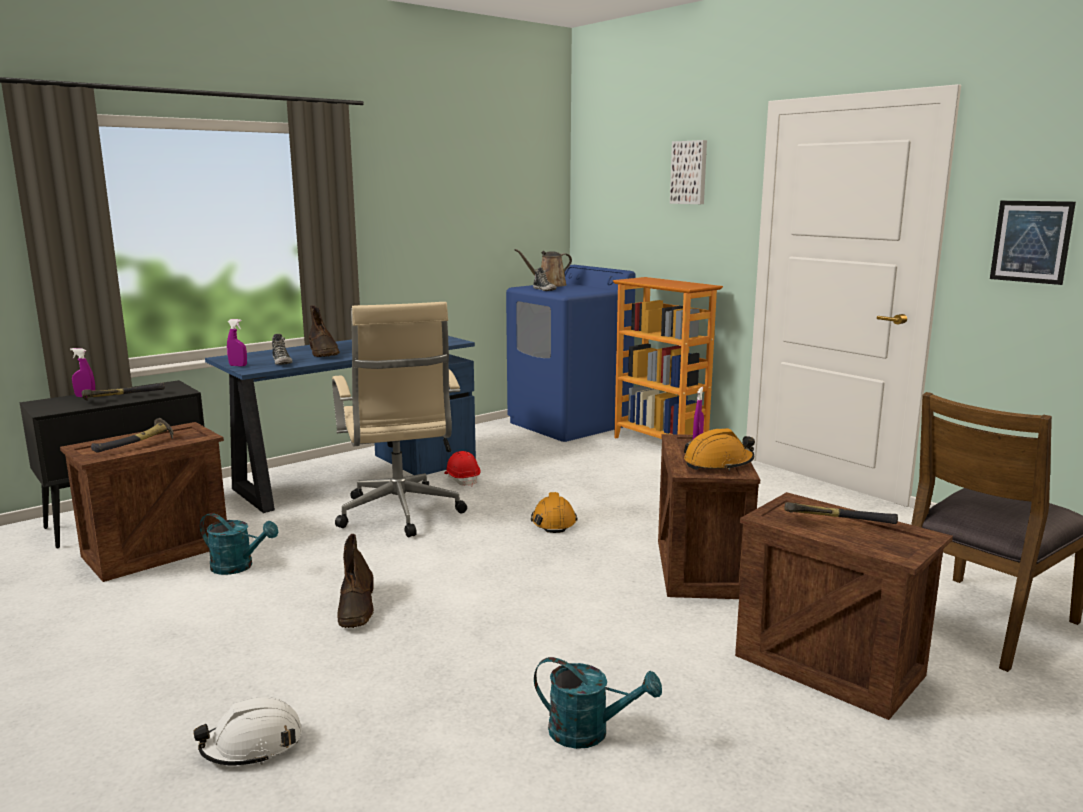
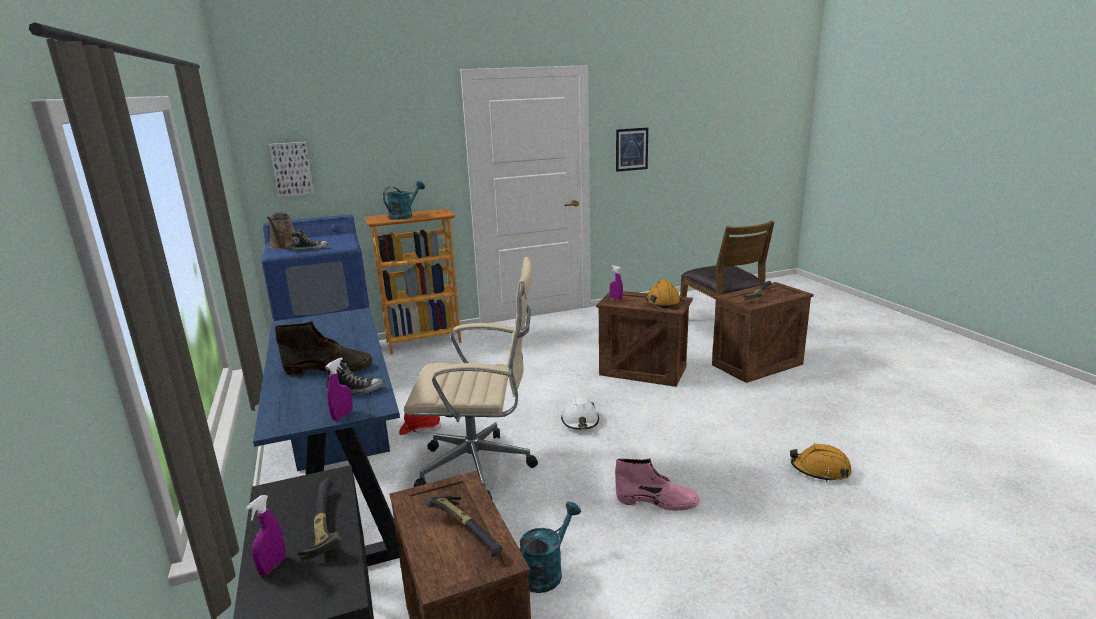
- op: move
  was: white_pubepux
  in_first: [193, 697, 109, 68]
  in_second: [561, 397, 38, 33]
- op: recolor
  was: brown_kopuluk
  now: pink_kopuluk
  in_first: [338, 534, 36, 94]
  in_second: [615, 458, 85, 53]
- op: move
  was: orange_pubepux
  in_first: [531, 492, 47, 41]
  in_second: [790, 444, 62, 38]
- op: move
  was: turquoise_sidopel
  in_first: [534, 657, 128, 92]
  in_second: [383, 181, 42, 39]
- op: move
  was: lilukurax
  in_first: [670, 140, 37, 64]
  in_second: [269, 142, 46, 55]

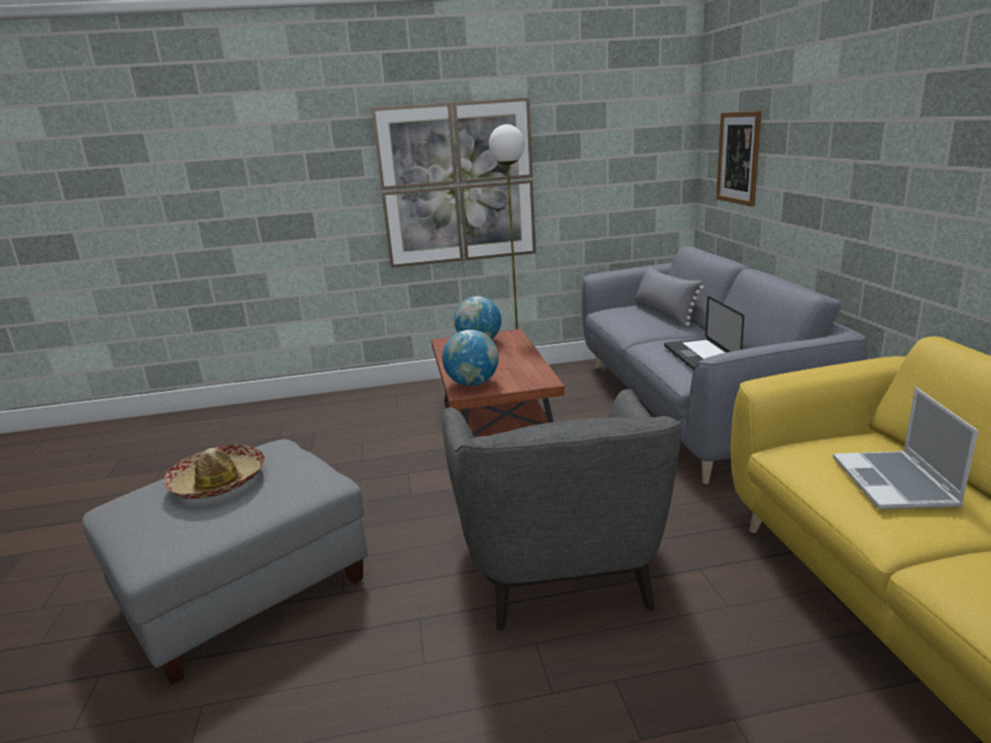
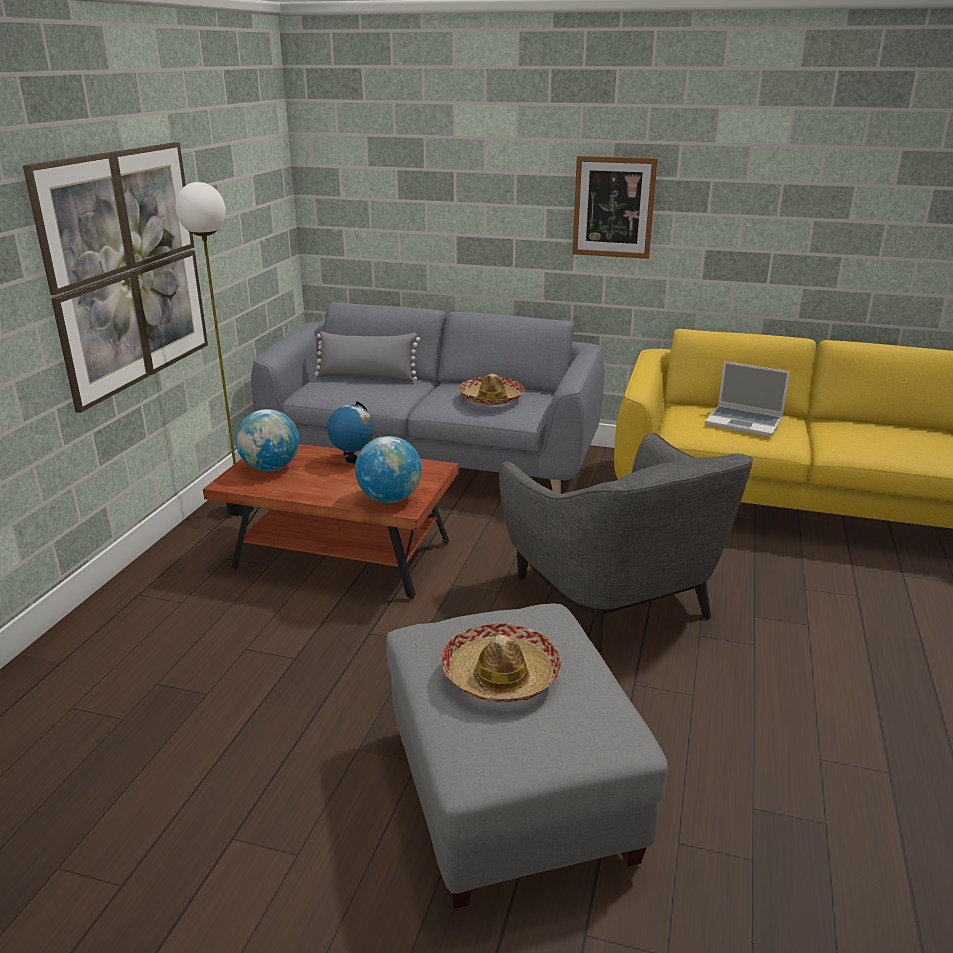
- op: rotate
  was: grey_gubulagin
  in_first: [442, 389, 239, 242]
  in_second: [499, 433, 254, 219]
  clockwise: 45
- op: replace
  was: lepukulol
  now: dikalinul
  in_first: [664, 296, 80, 74]
  in_second: [459, 374, 66, 31]
- op: move
  was: lilukurax
  in_first: [716, 111, 46, 96]
  in_second: [572, 156, 86, 103]
- op: insert
  now: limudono
  in_second: [327, 401, 48, 62]

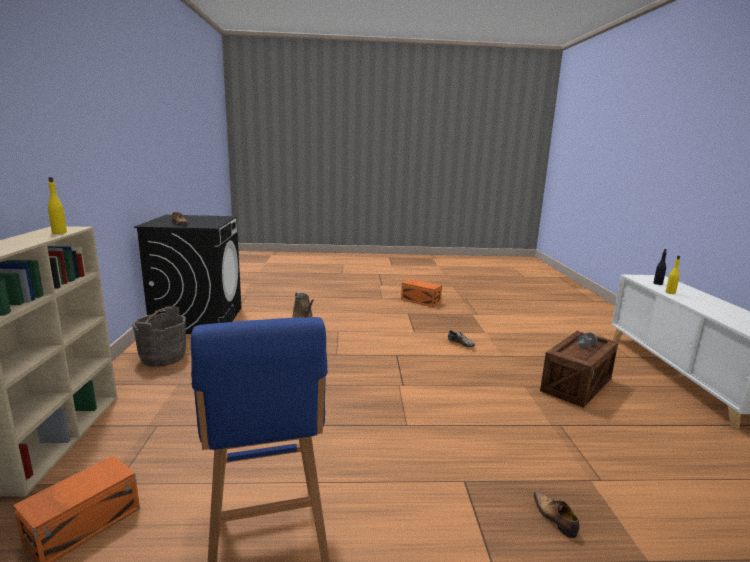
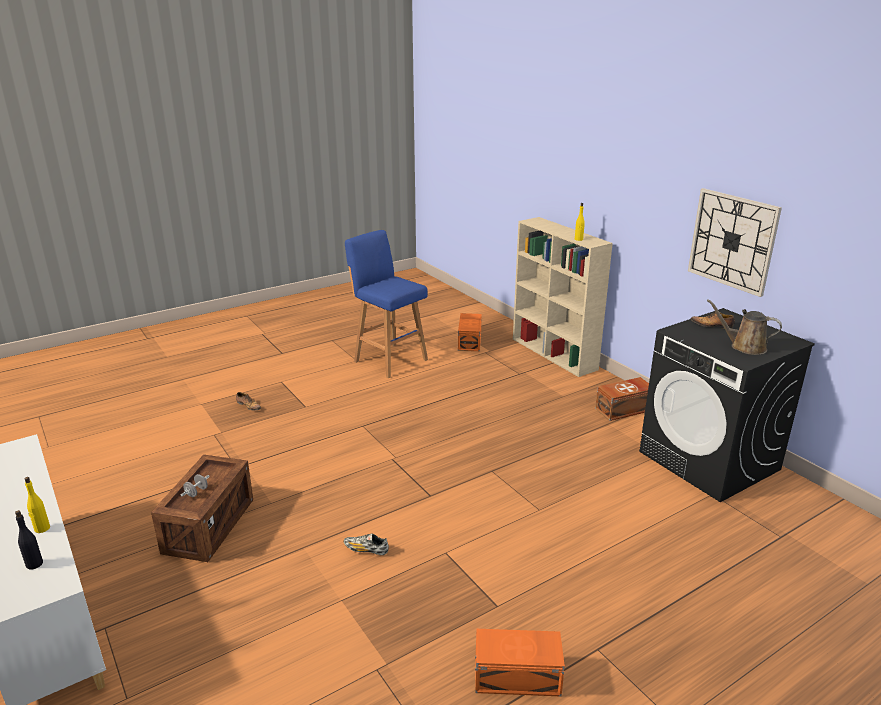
- op: replace
  was: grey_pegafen
  now: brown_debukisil
  in_first: [132, 306, 54, 61]
  in_second: [595, 377, 54, 44]
- op: move
  was: brown_sidopel
  in_first: [292, 292, 22, 26]
  in_second: [707, 300, 75, 55]
- op: insert
  now: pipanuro
  in_second: [688, 188, 94, 109]

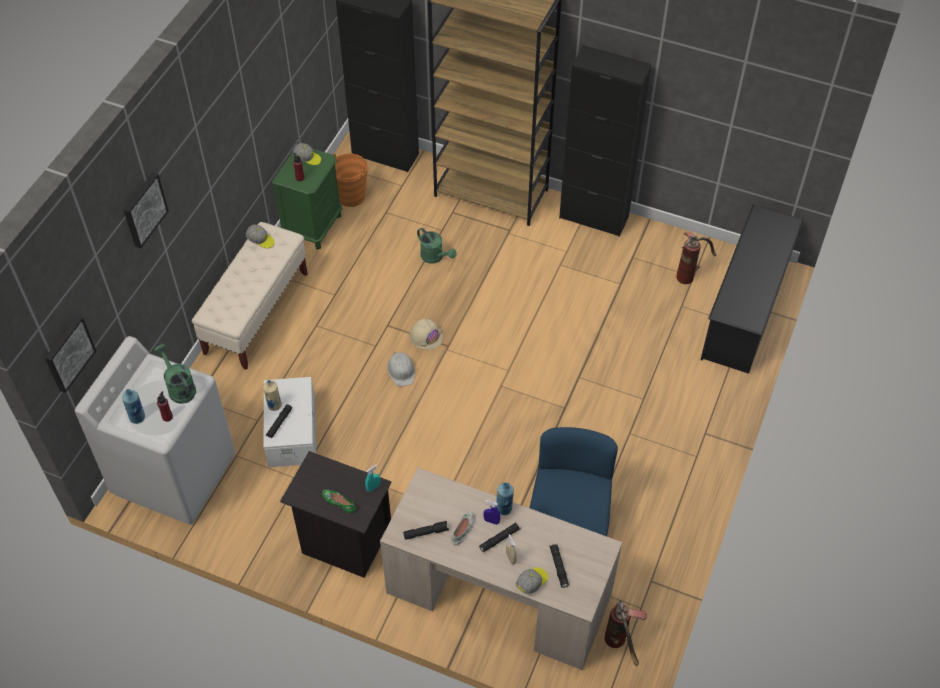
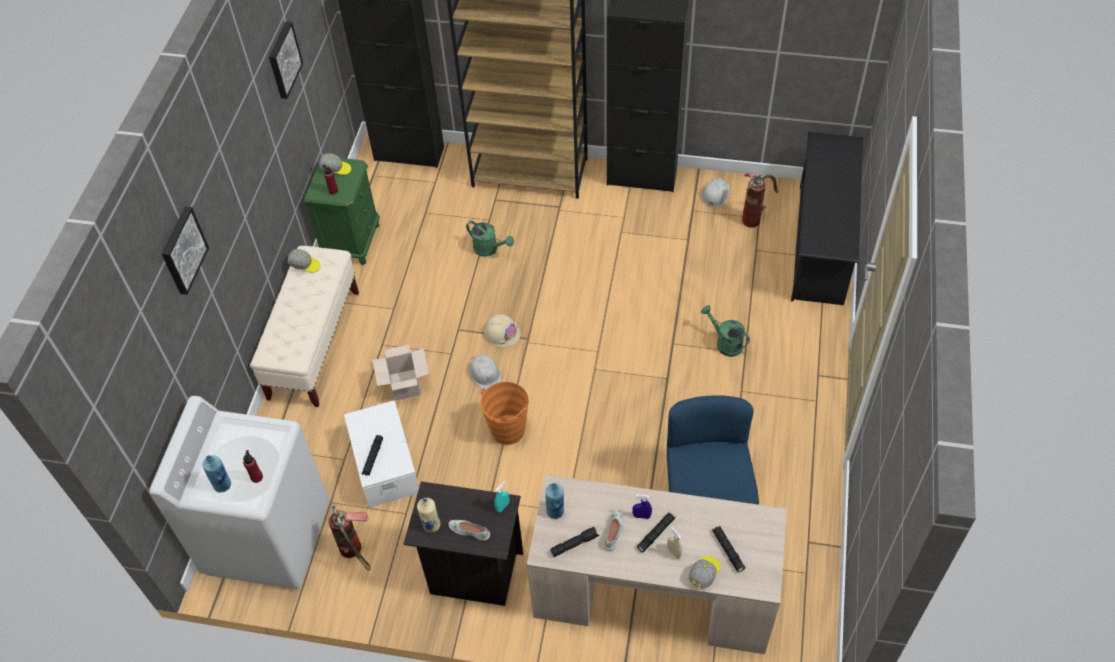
- op: move
  was: lilukurax
  in_first: [45, 315, 51, 78]
  in_second: [269, 21, 34, 78]
- op: move
  was: green_sidopel
  in_first: [154, 344, 42, 60]
  in_second: [701, 305, 49, 52]
- op: move
  was: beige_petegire
  in_first: [263, 380, 19, 31]
  in_second: [417, 498, 24, 35]
- op: recolor
  was: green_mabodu
  now: white_mabodu
  in_first: [322, 490, 34, 23]
  in_second: [448, 520, 42, 21]
- op: move
  was: orange_pegafen
  in_first: [333, 153, 35, 54]
  in_second: [480, 382, 49, 63]
- op: move
  was: blue_petegire
  in_first: [496, 482, 18, 33]
  in_second: [545, 483, 19, 36]
- op: move
  was: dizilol
  in_first: [604, 600, 43, 66]
  in_second: [329, 506, 42, 65]
- op: insert
  now: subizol
  in_second: [372, 345, 57, 56]
- op: insert
  now: white_pubepux
  in_second: [702, 178, 28, 30]

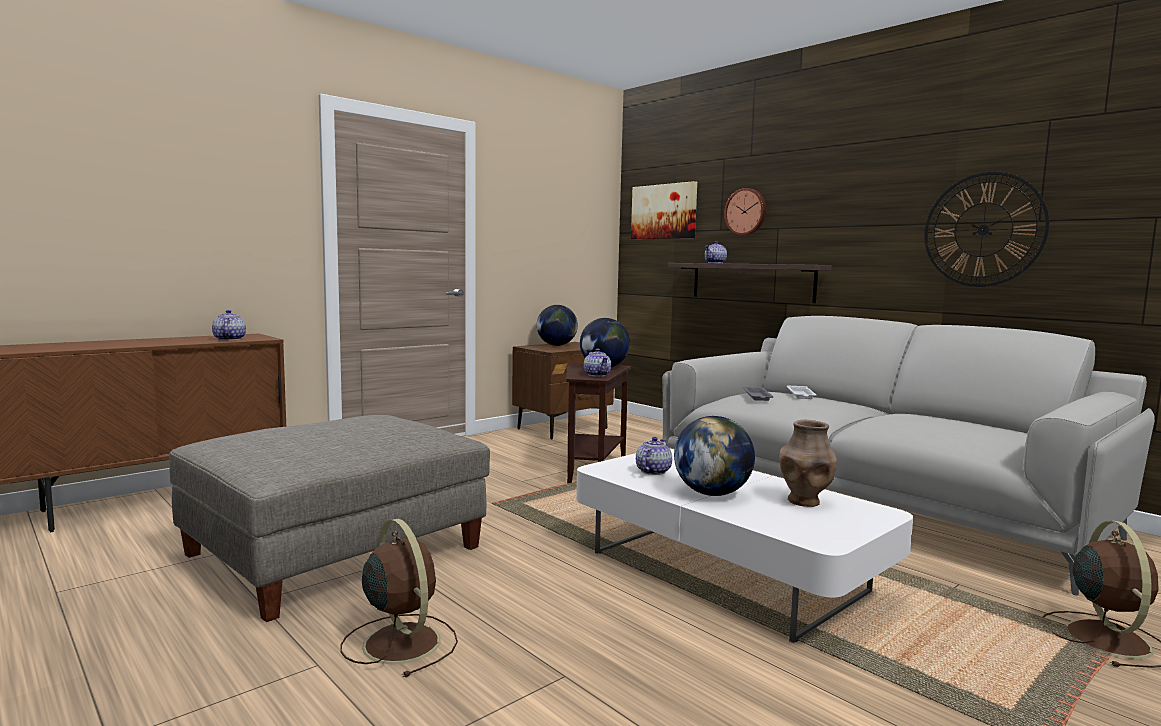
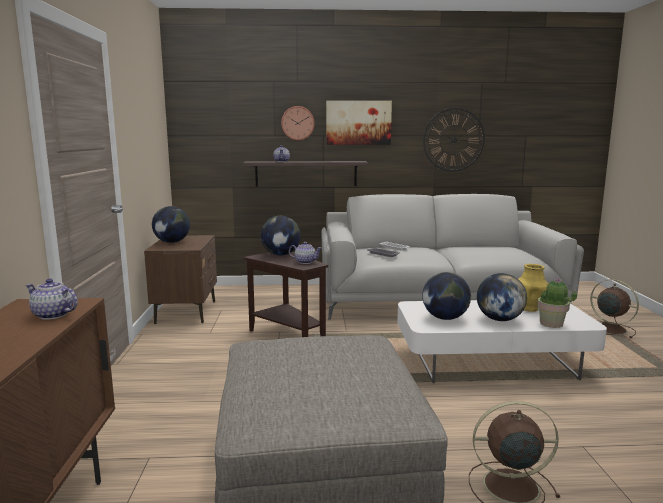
- op: move
  was: lilukurax
  in_first: [631, 181, 66, 58]
  in_second: [326, 101, 66, 44]
- op: replace
  was: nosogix
  now: limudono
  in_first: [636, 437, 36, 38]
  in_second: [422, 272, 49, 48]
- op: recolor
  was: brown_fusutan
  now: yellow_fusutan
  in_first: [779, 420, 58, 87]
  in_second: [518, 264, 30, 48]
- op: insert
  now: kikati
  in_second: [537, 278, 40, 50]

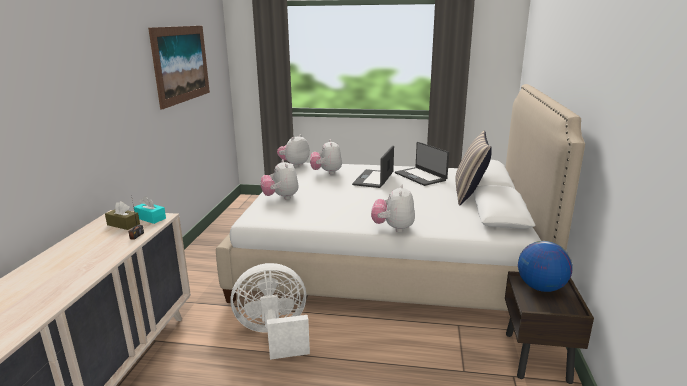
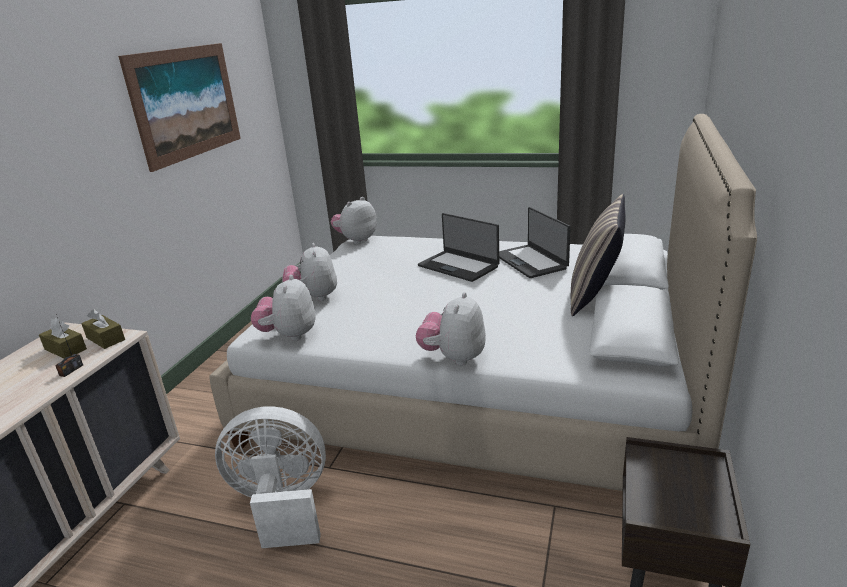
- op: recolor
  was: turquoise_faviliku
  now: brown_faviliku
  in_first: [134, 196, 32, 28]
  in_second: [81, 309, 44, 40]
- op: move
  was: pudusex
  in_first: [310, 139, 32, 35]
  in_second: [251, 275, 64, 66]
- op: rotate
  was: lepukulol
  in_first: [352, 146, 42, 42]
  in_second: [418, 213, 81, 69]
  clockwise: -75
- op: delete
  was: limudono
  in_first: [518, 241, 55, 51]

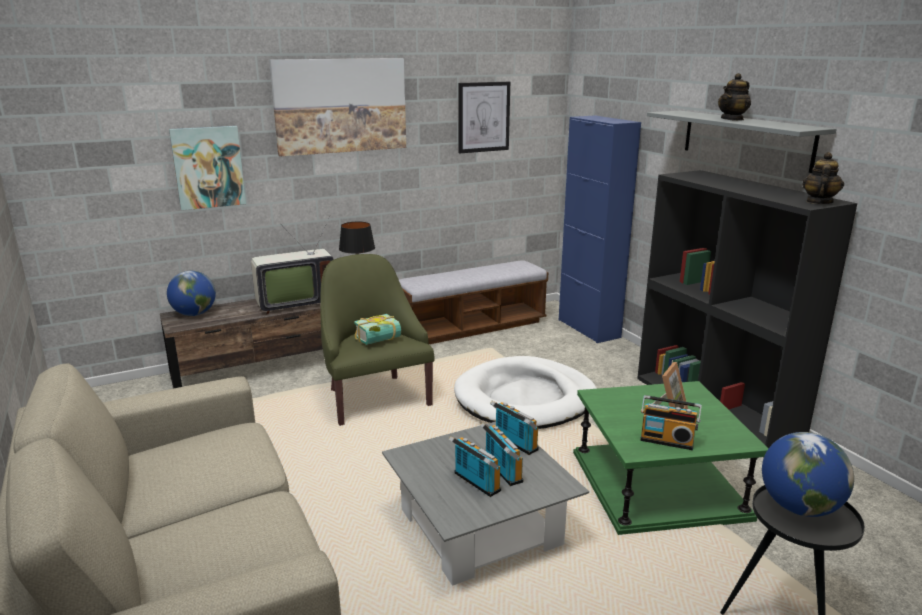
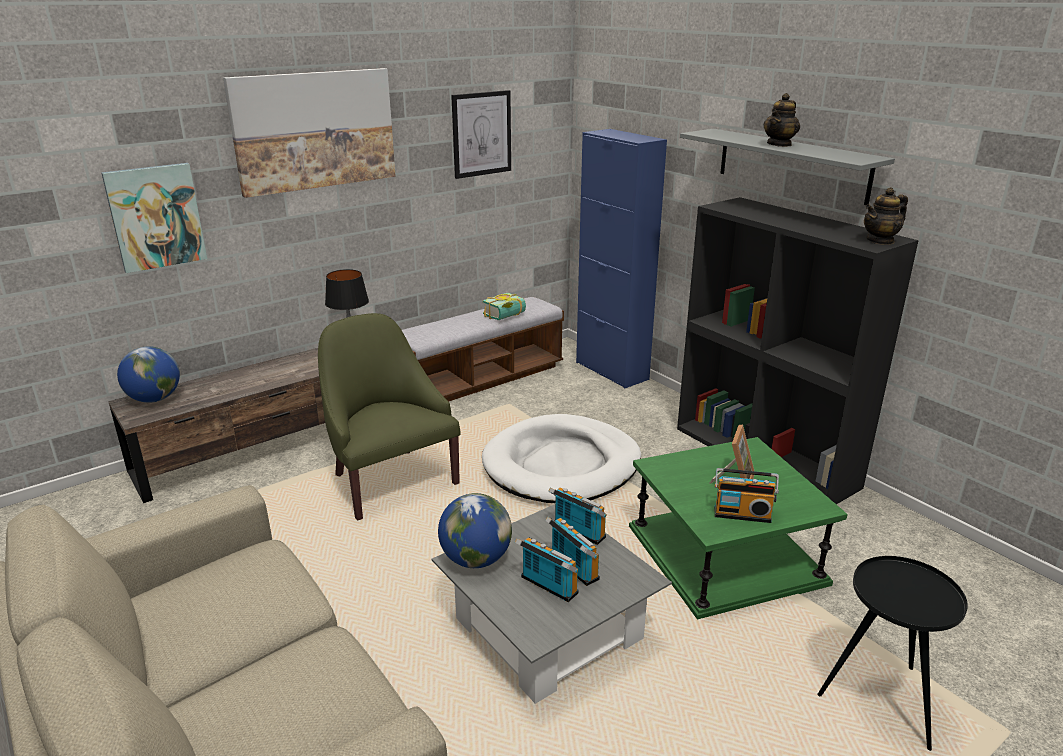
- op: delete
  was: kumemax
  in_first: [251, 216, 83, 98]
- op: move
  was: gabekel
  in_first: [354, 314, 47, 31]
  in_second: [483, 293, 43, 27]
- op: move
  was: limudono
  in_first: [762, 432, 92, 85]
  in_second: [438, 493, 74, 75]
- op: rotate
  was: nosogix
  in_first: [802, 152, 42, 52]
  in_second: [864, 187, 44, 58]
  clockwise: -135

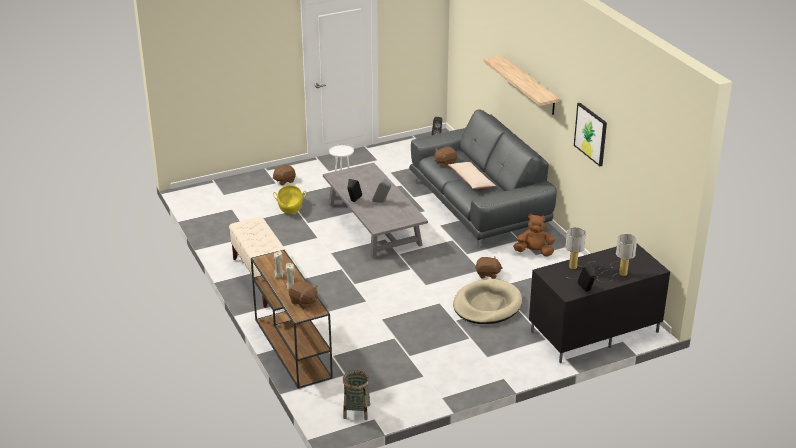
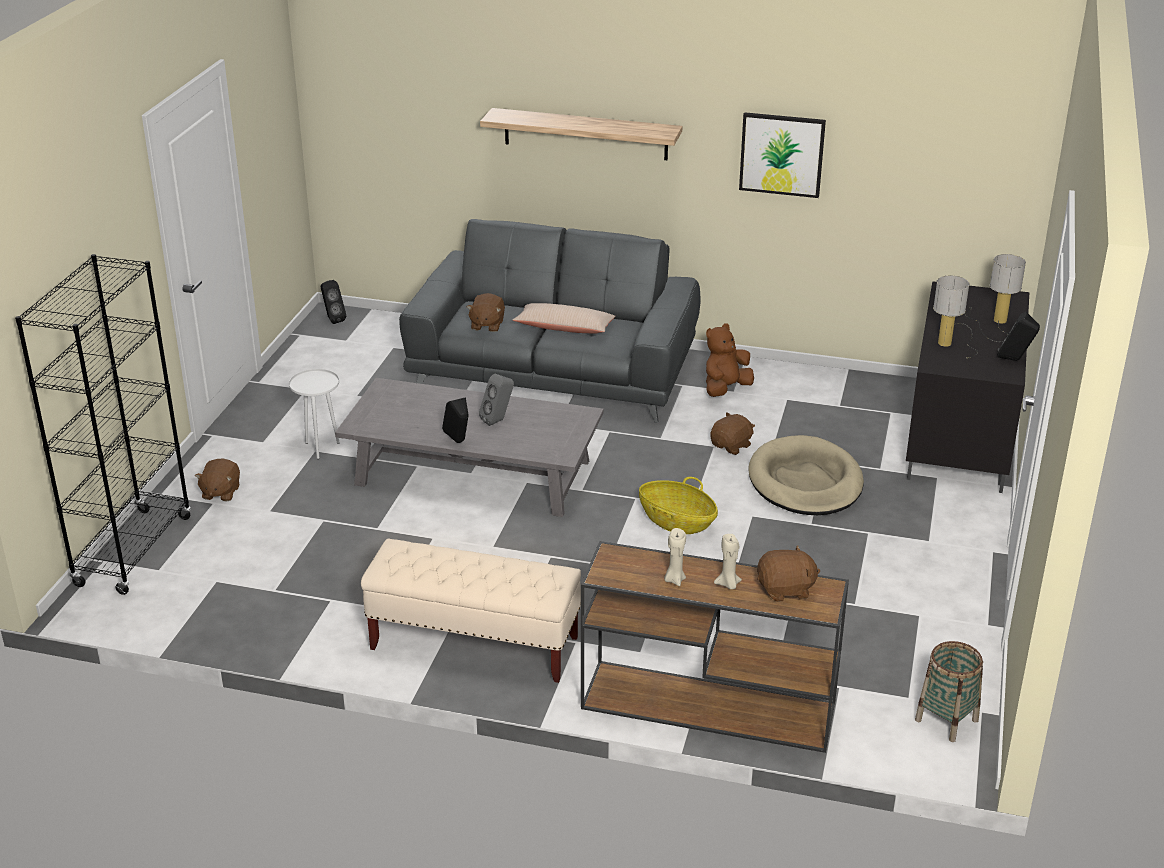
- op: move
  was: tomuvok
  in_first: [273, 185, 33, 29]
  in_second: [639, 477, 79, 57]
- op: insert
  now: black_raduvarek
  in_second: [15, 254, 176, 341]

